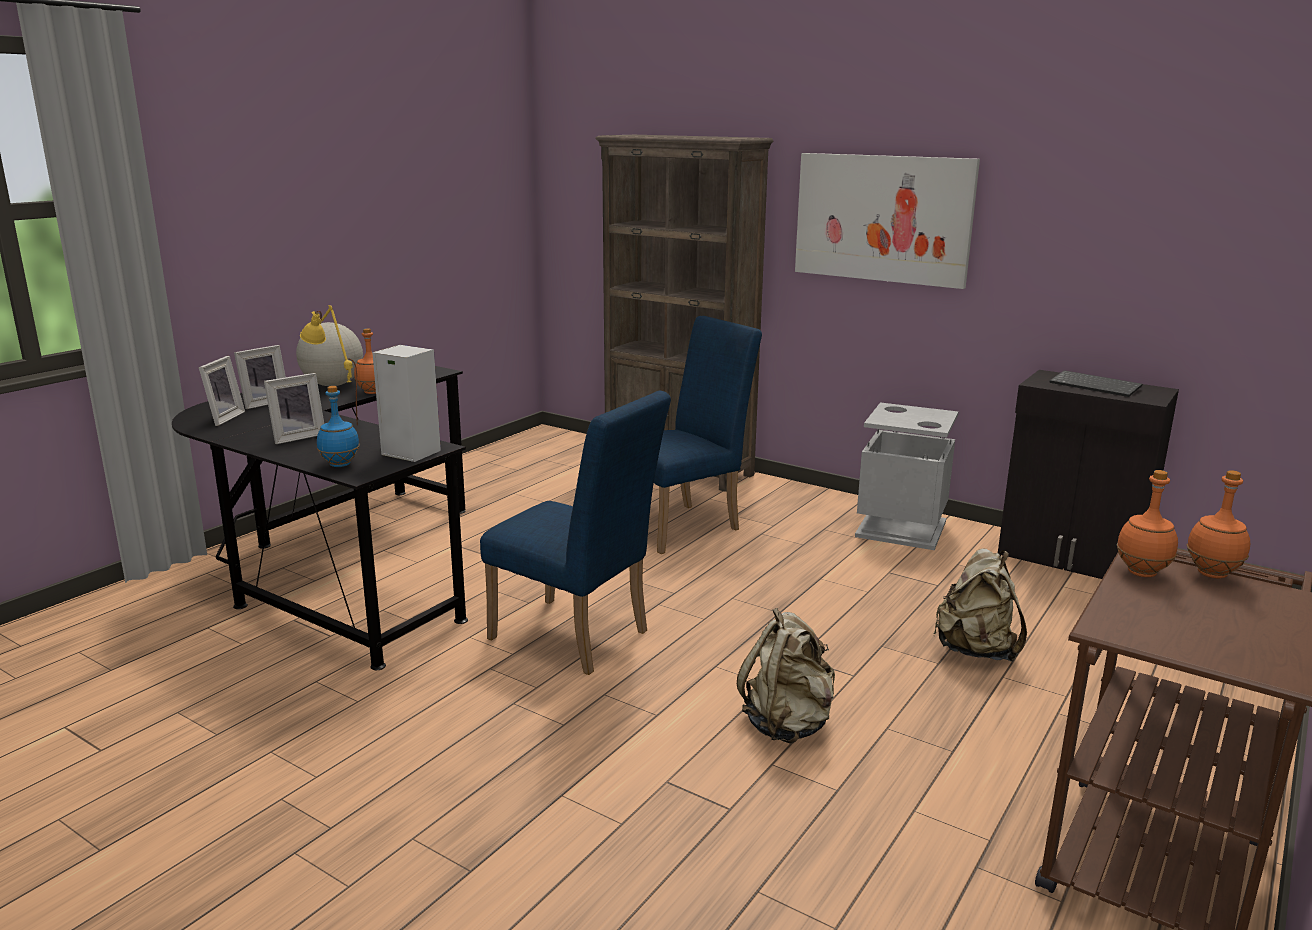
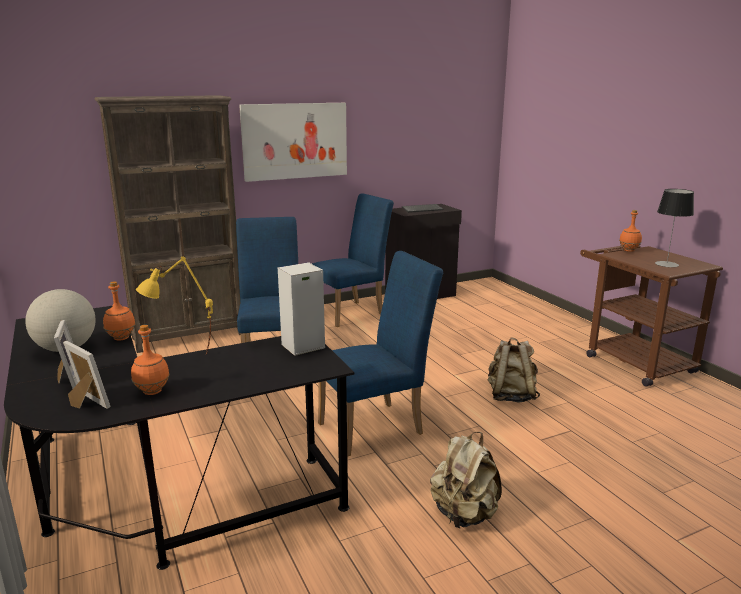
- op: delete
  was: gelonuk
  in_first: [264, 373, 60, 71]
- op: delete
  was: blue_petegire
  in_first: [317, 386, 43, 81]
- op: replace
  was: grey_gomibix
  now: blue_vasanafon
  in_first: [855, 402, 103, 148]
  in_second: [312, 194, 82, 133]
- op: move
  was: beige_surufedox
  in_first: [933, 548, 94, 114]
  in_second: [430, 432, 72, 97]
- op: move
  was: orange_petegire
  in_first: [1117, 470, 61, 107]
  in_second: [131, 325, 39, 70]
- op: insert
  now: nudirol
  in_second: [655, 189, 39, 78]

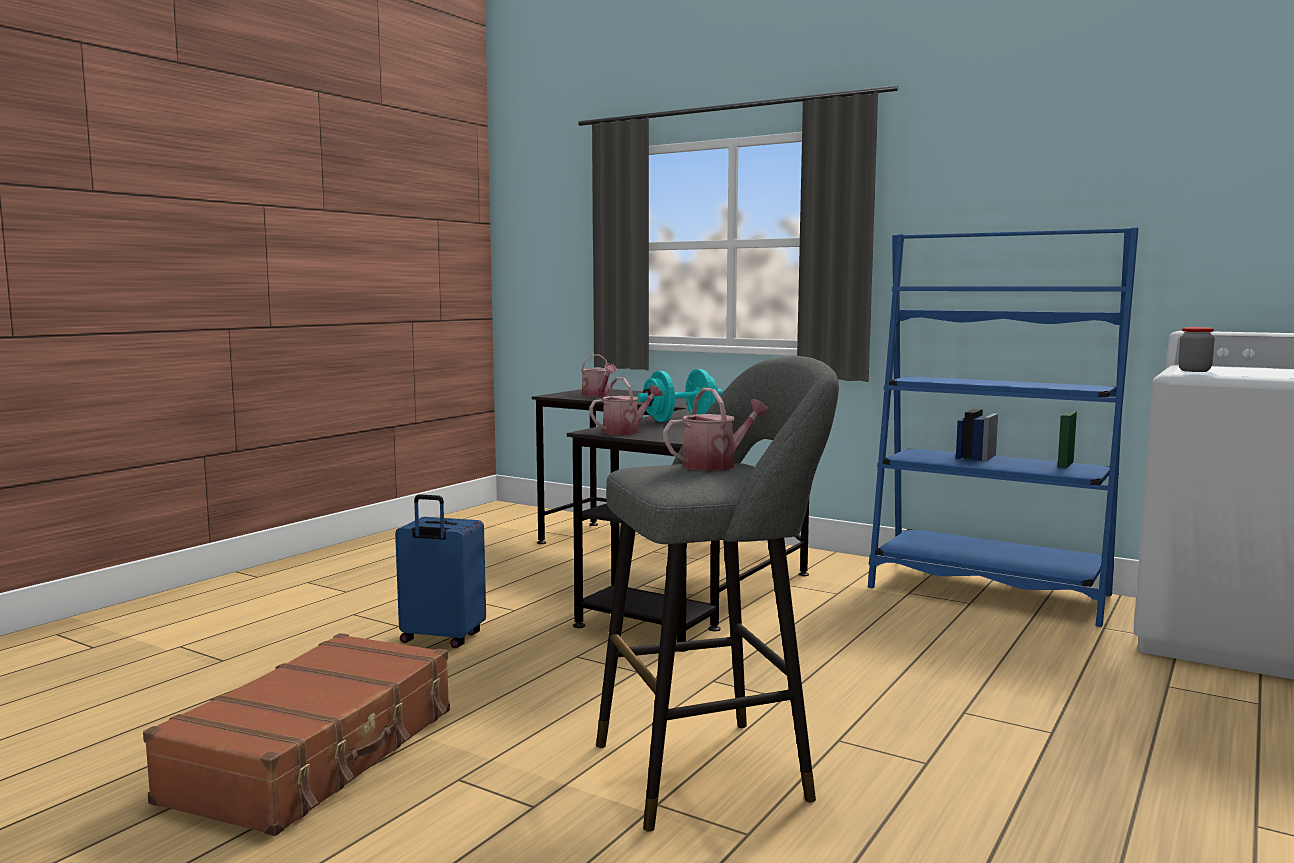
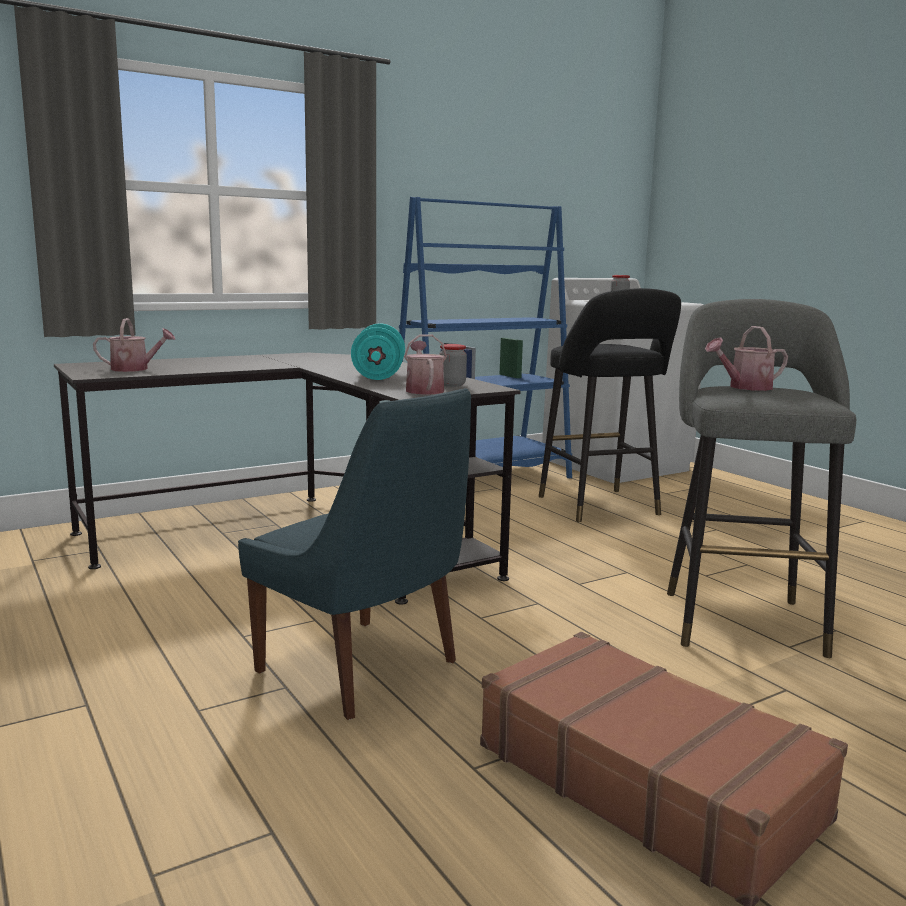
- op: replace
  was: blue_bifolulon
  now: blue_vasanafon
  in_first: [395, 494, 91, 154]
  in_second: [238, 388, 233, 332]
- op: rotate
  was: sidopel
  in_first: [663, 388, 105, 83]
  in_second: [705, 326, 83, 65]
  clockwise: -105
- op: insert
  now: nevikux
  in_second: [439, 344, 28, 43]
- op: insert
  now: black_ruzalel
  in_second: [539, 288, 142, 234]

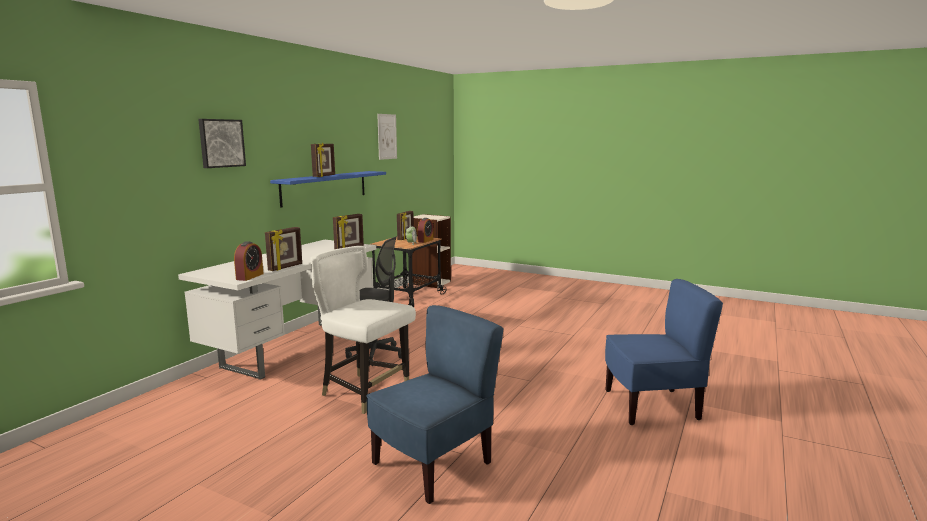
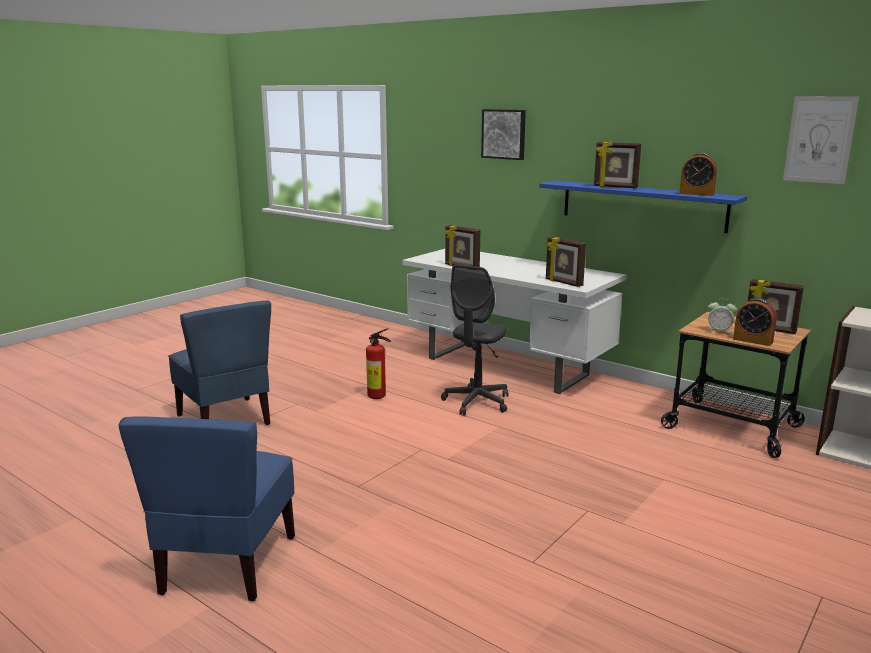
- op: move
  was: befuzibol
  in_first: [234, 241, 29, 40]
  in_second: [679, 153, 38, 43]
- op: replace
  was: white_vasanafon
  now: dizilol
  in_first: [310, 246, 106, 168]
  in_second: [366, 328, 25, 71]

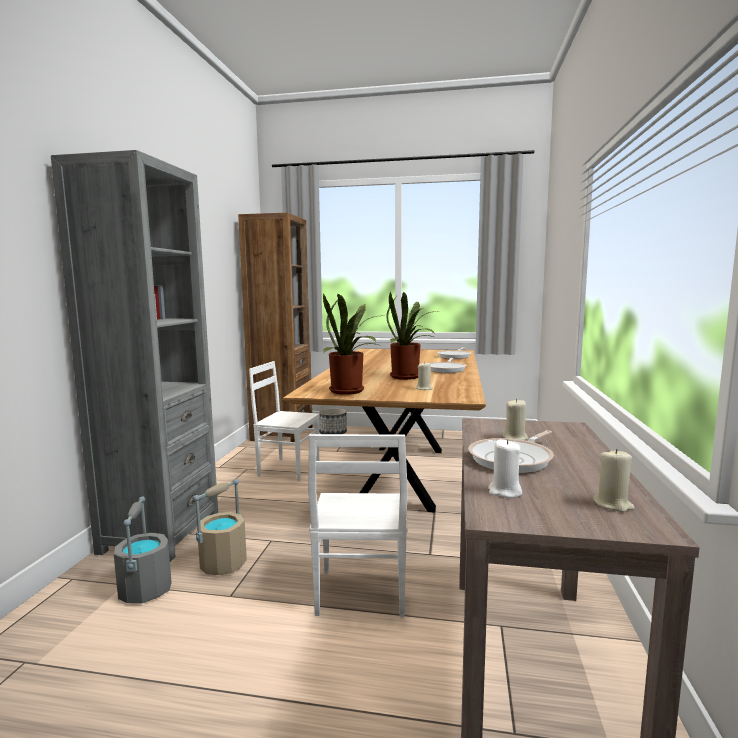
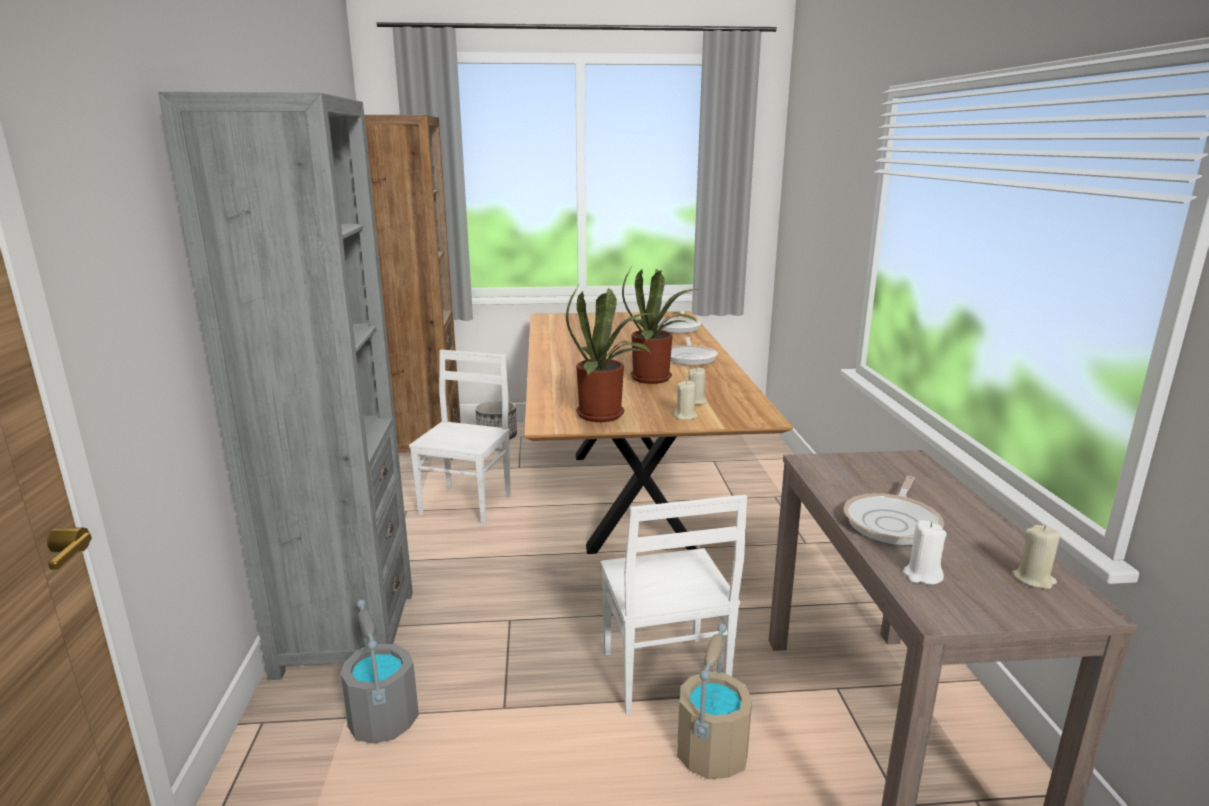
- op: move
  was: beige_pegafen
  in_first: [193, 479, 54, 96]
  in_second: [677, 623, 75, 156]
- op: rotate
  was: white_vasanafon
  in_first: [249, 361, 71, 120]
  in_second: [409, 350, 102, 175]
  clockwise: 105
- op: move
  was: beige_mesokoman
  in_first: [502, 399, 26, 41]
  in_second: [674, 380, 24, 40]

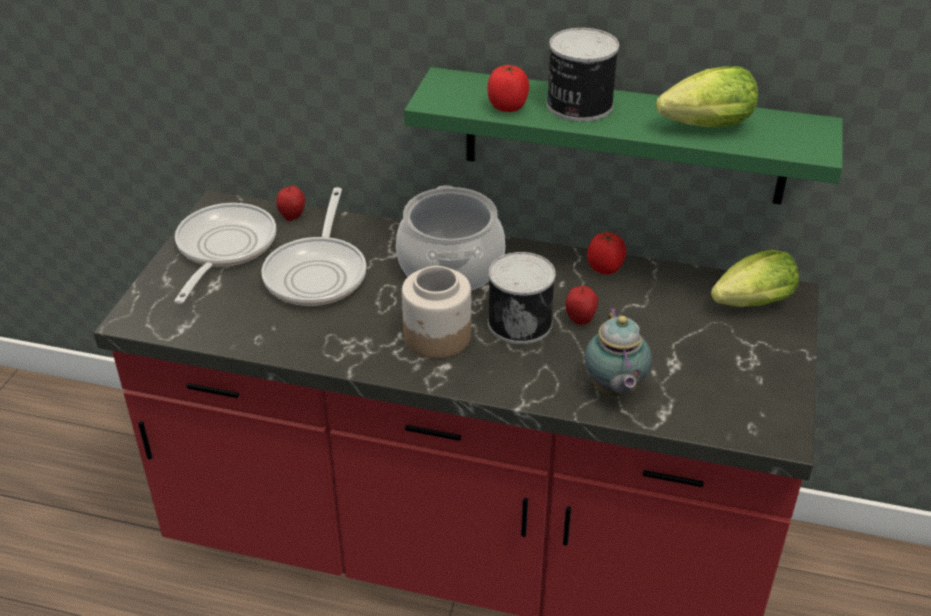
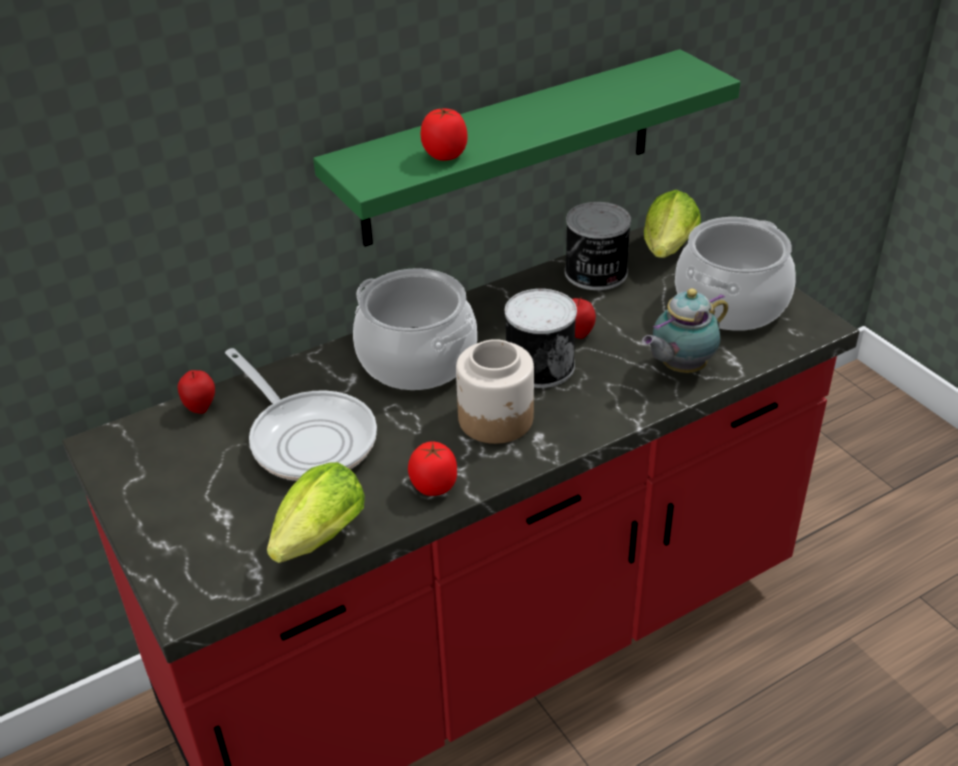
- op: delete
  was: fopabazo
  in_first: [174, 203, 102, 101]
- op: move
  was: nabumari
  in_first: [546, 28, 73, 94]
  in_second: [565, 202, 66, 88]
- op: rotate
  was: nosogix
  in_first: [584, 307, 68, 89]
  in_second: [642, 288, 86, 85]
  clockwise: 105
- op: move
  was: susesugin
  in_first: [587, 232, 39, 43]
  in_second: [408, 442, 49, 54]
- op: move
  was: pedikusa
  in_first: [656, 66, 102, 61]
  in_second: [267, 462, 98, 101]
- op: insert
  now: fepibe
  in_second: [675, 217, 121, 114]

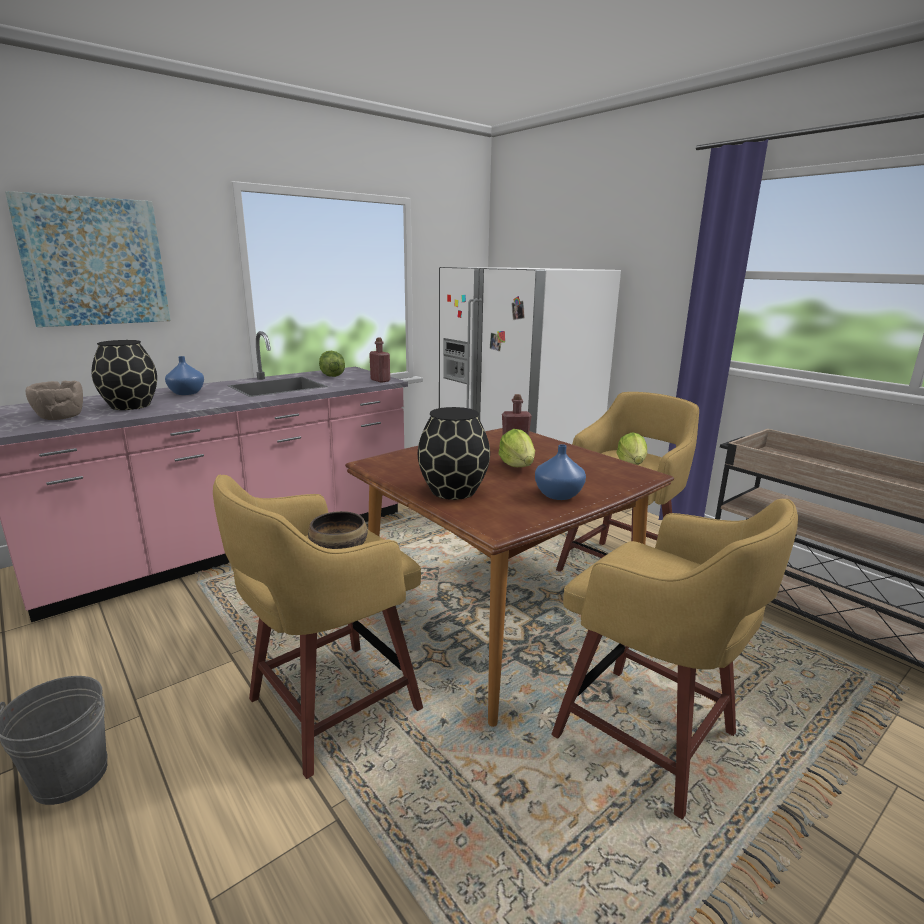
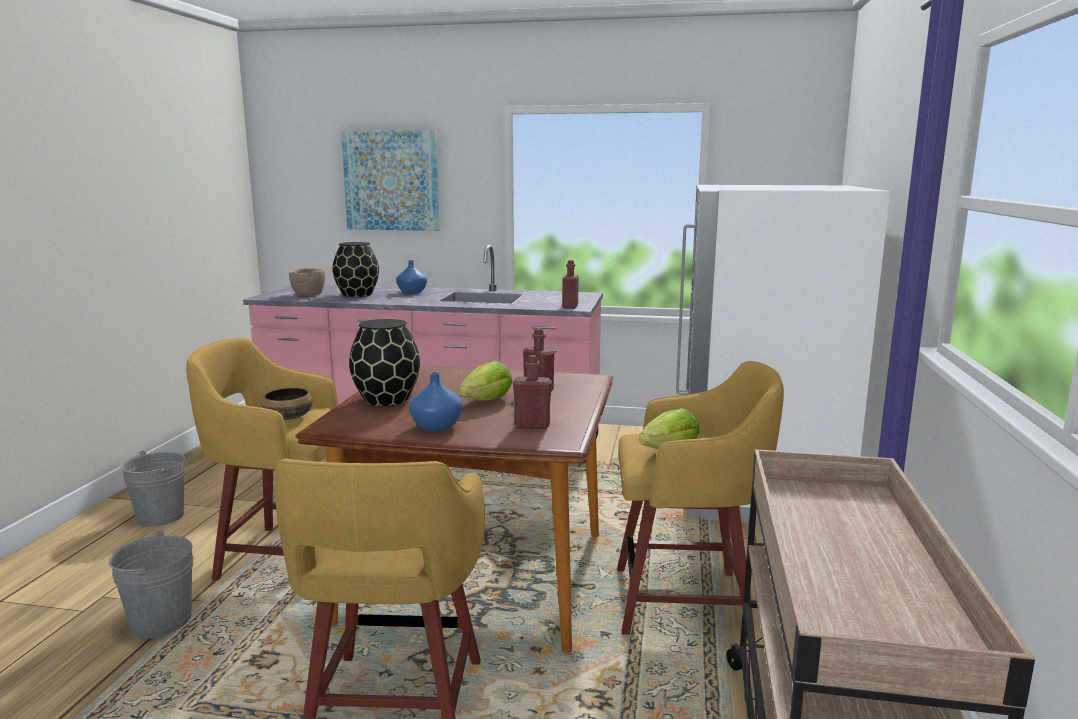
- op: delete
  was: pedikusa
  in_first: [319, 351, 26, 26]
- op: insert
  now: grey_pegafen
  in_second: [109, 531, 84, 108]
- op: insert
  now: red_petegire
  in_second: [513, 355, 39, 74]

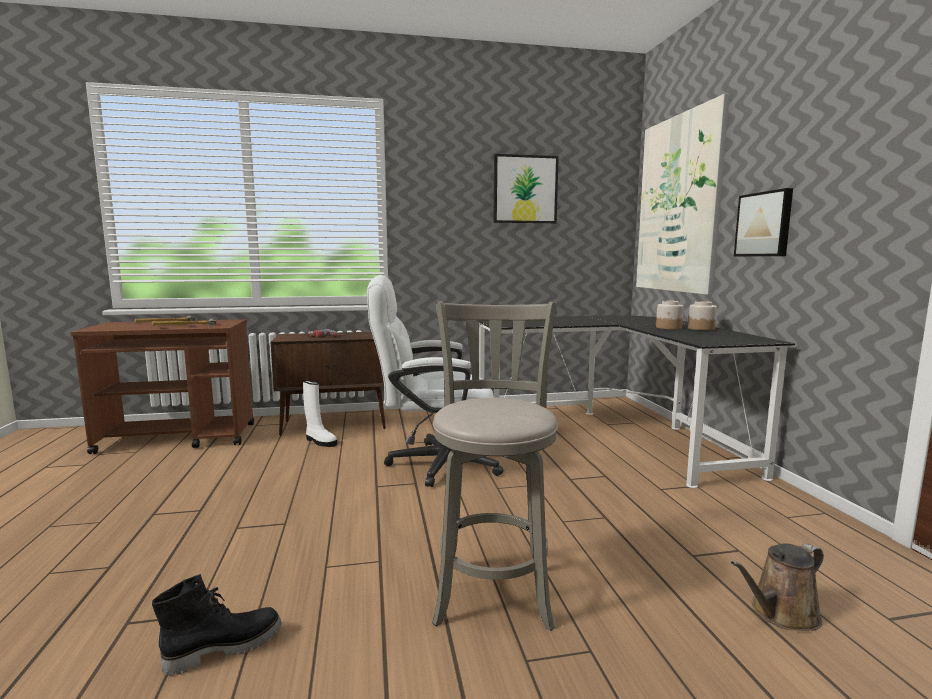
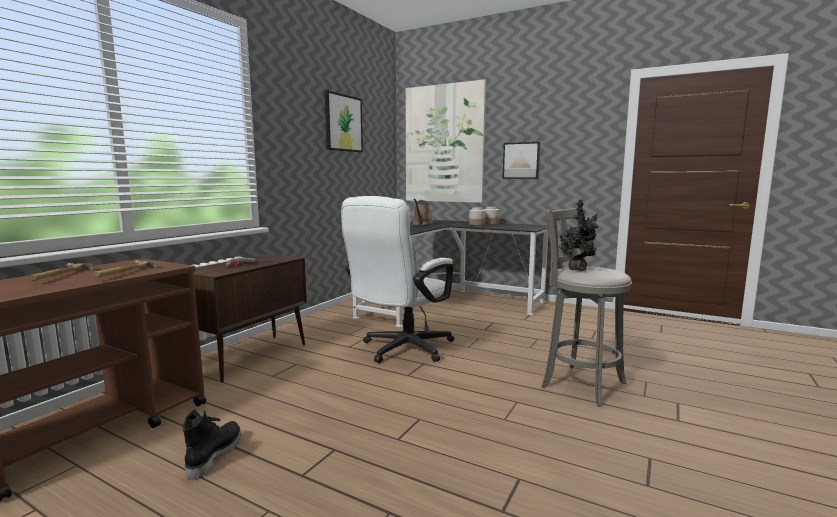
- op: move
  was: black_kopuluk
  in_first: [152, 574, 130, 102]
  in_second: [183, 409, 58, 71]
- op: delete
  was: white_kopuluk
  in_first: [303, 380, 34, 67]
- op: move
  was: brown_sidopel
  in_first: [731, 543, 93, 88]
  in_second: [412, 199, 21, 26]
- op: insert
  now: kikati
  in_second: [558, 200, 40, 71]

